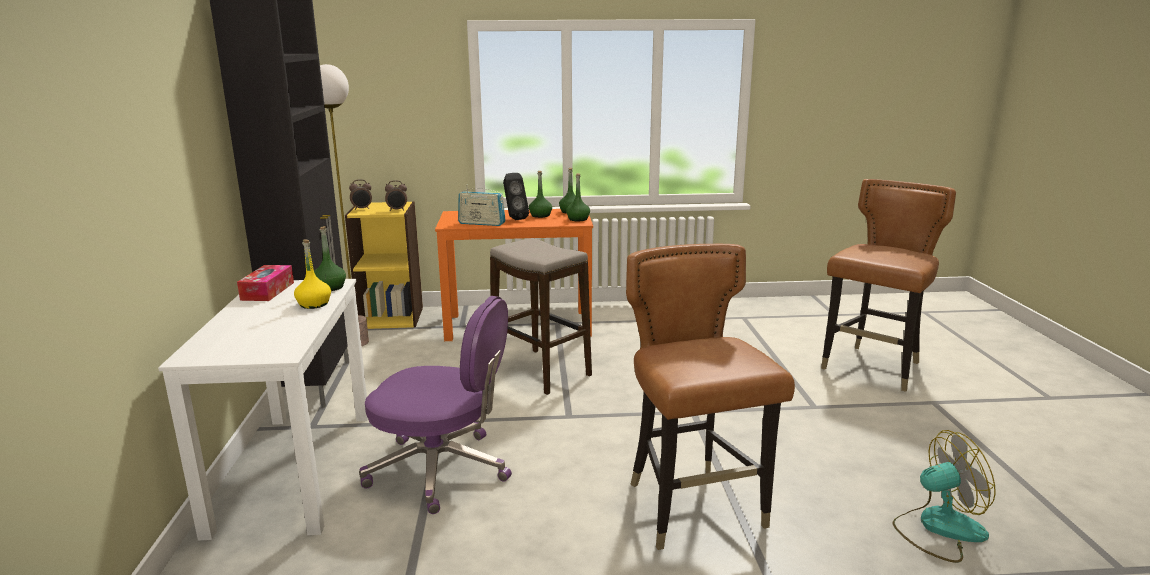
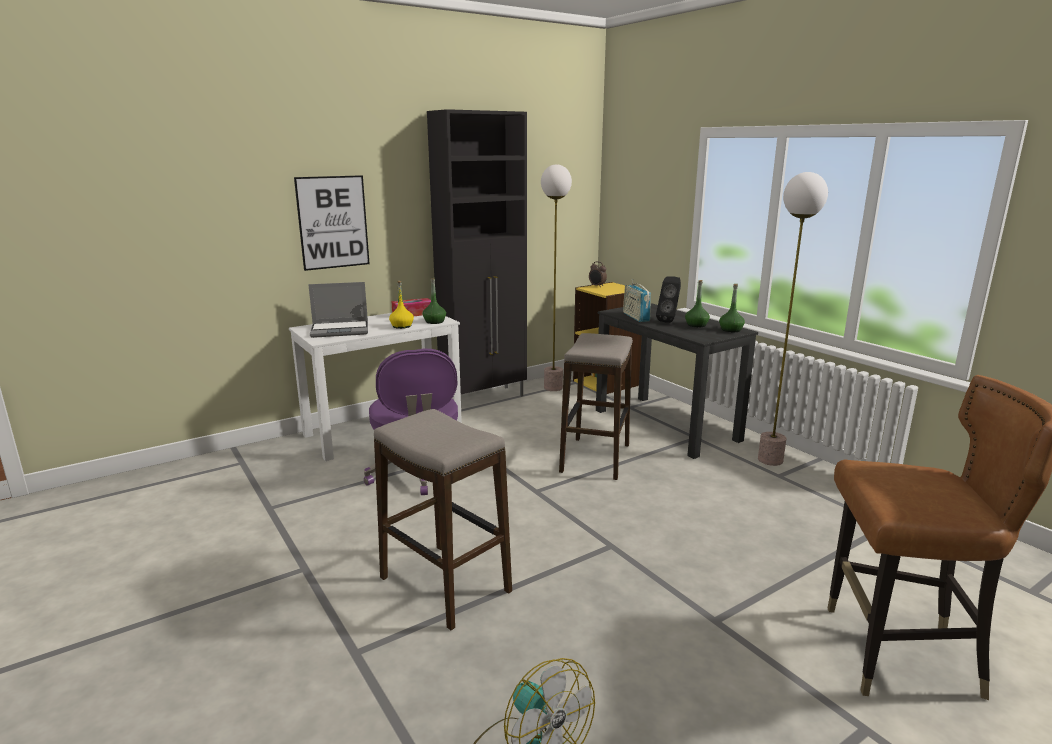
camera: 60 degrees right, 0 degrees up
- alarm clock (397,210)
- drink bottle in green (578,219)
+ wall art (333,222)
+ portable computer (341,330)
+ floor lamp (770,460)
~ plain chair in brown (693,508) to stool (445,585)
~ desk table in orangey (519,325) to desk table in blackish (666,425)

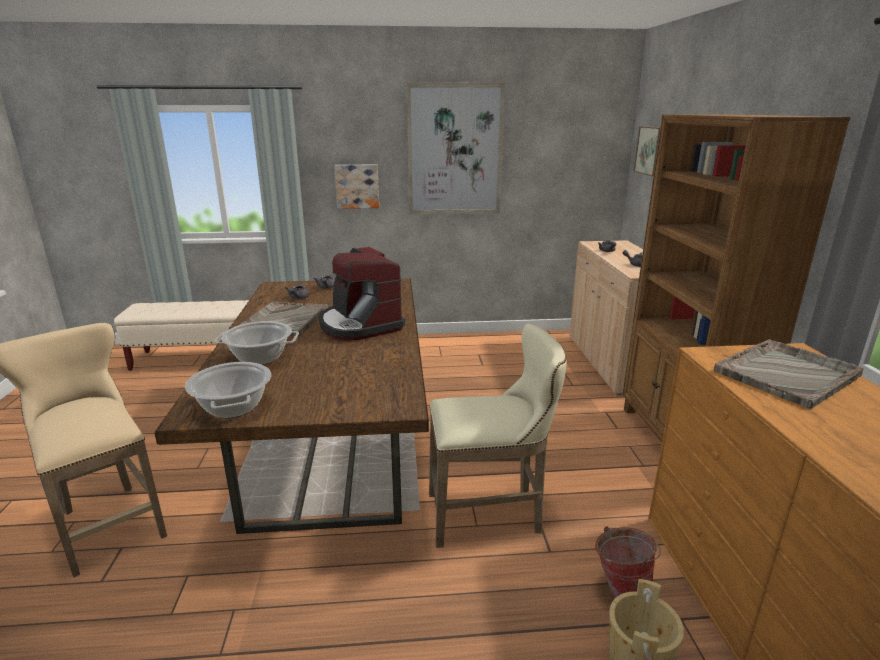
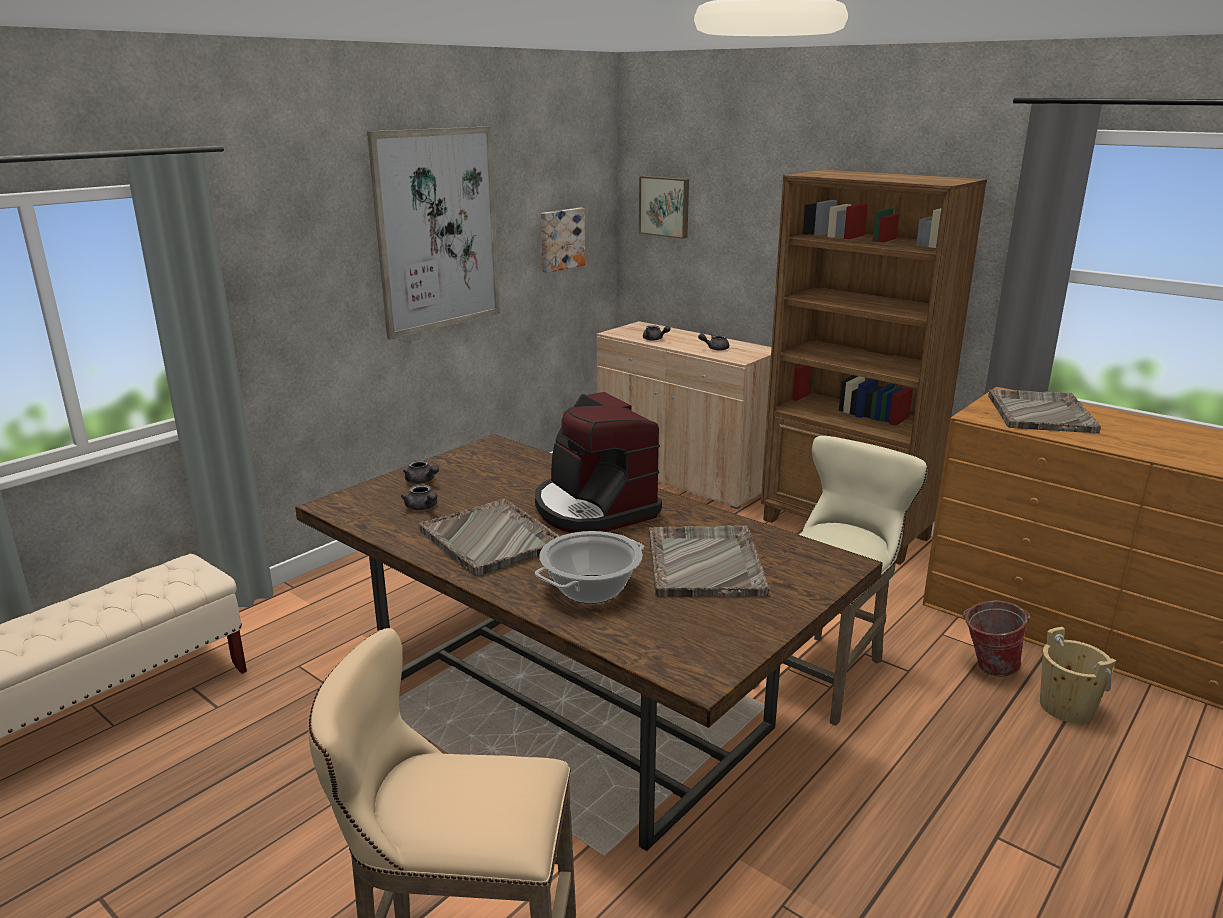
camera: 45 degrees left, 0 degrees up
- stockpot (233,407)
+ tray in grey (704,563)
~ wall art (357,186) to (561,239)
~ coffee machine (360,325) = (593,508) 45 degrees clockwise

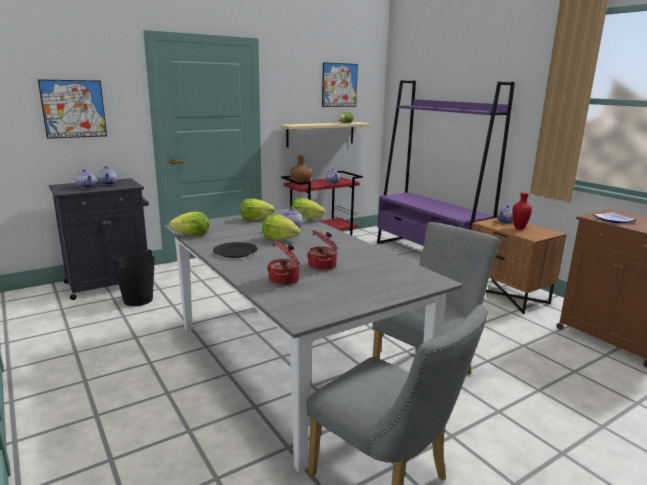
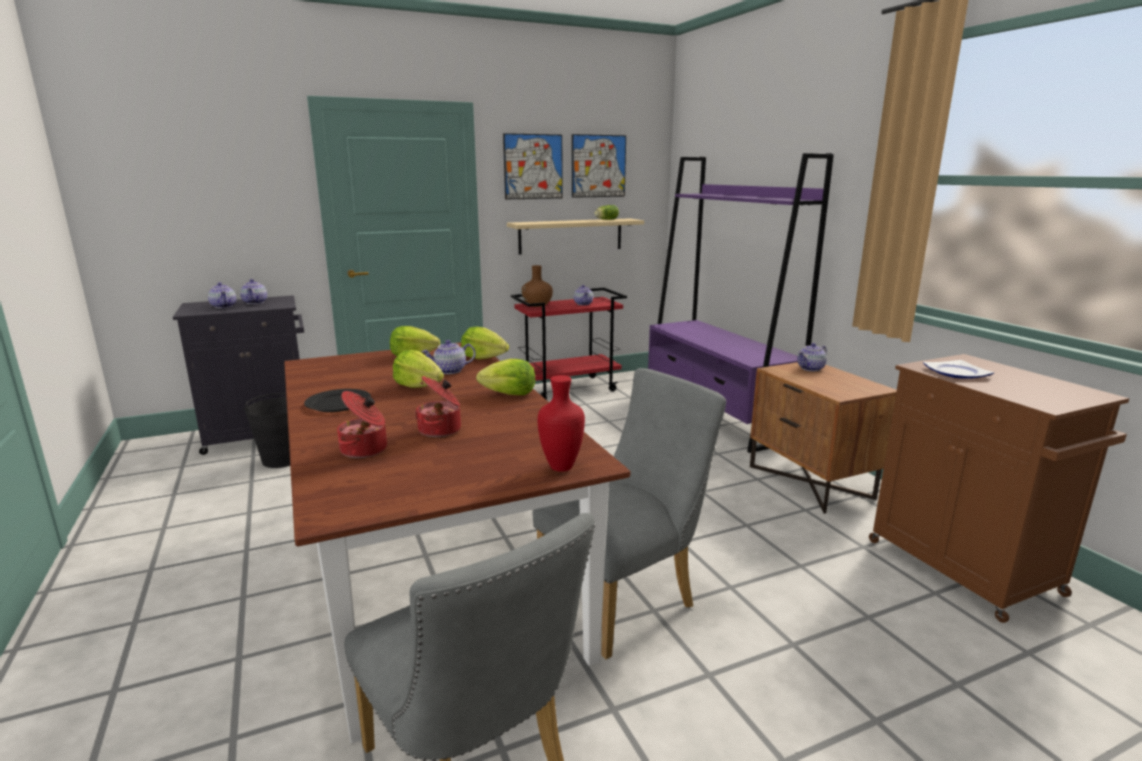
camera: 10 degrees right, 0 degrees up
~ wall art (73,109) to (533,166)
~ lettuce (192,235) to (509,394)
~ flower vase in red (520,228) to (562,467)
~ kitchen table in grey (292,364) to kitchen table in brown (433,568)

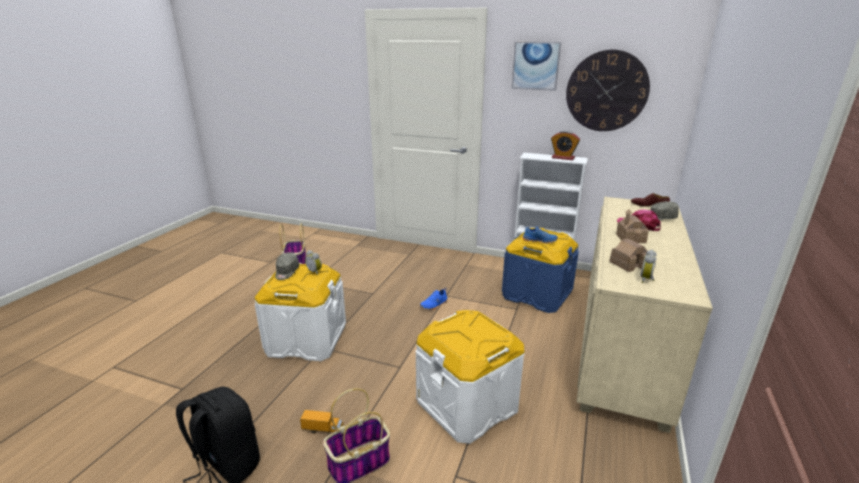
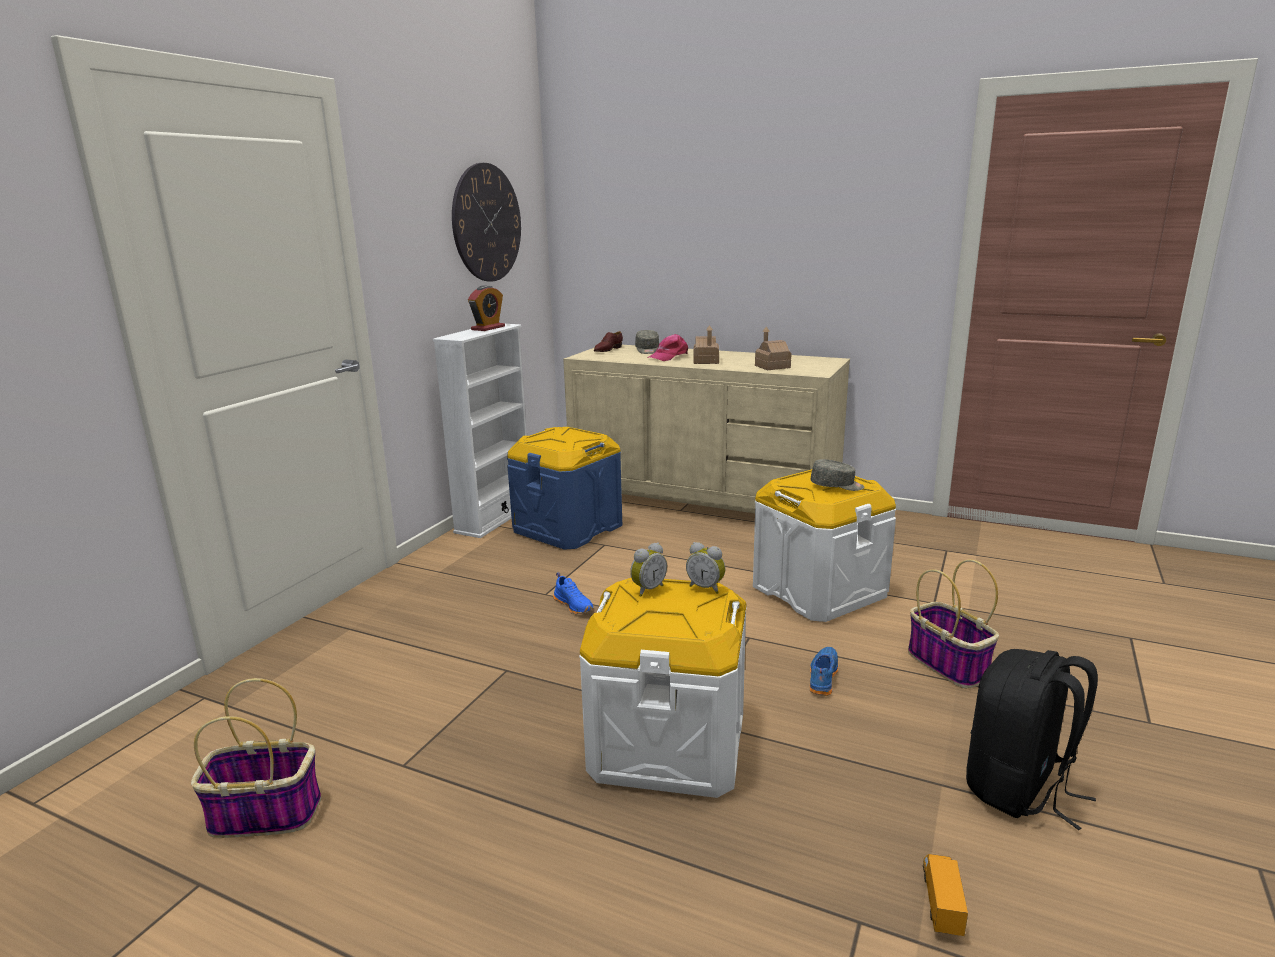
camera: 85 degrees left, 5 degrees down
- wall art (535,66)
~ baseball cap in grey (286,272) to (837,486)
~ toy lorry (323,430) to (941,905)
~ low shoe in blue-coloured (539,240) to (822,677)
~ alarm clock (647,279) to (706,587)

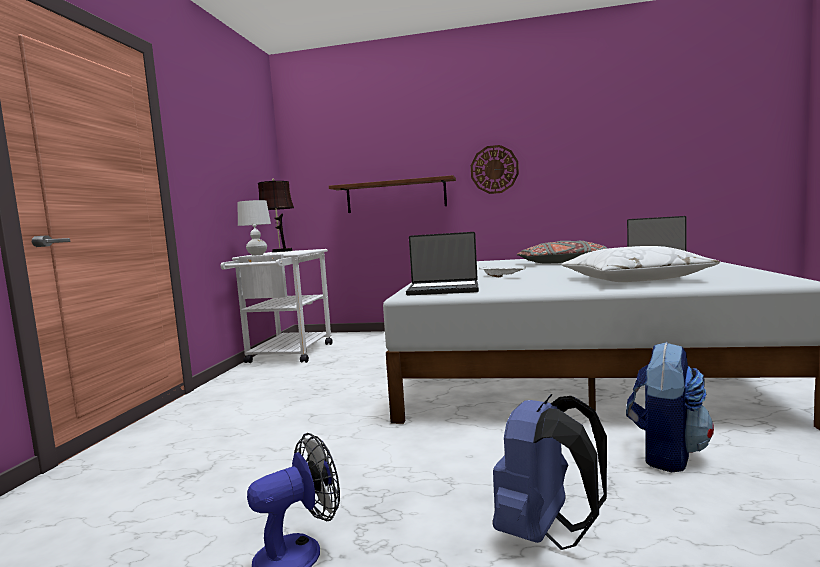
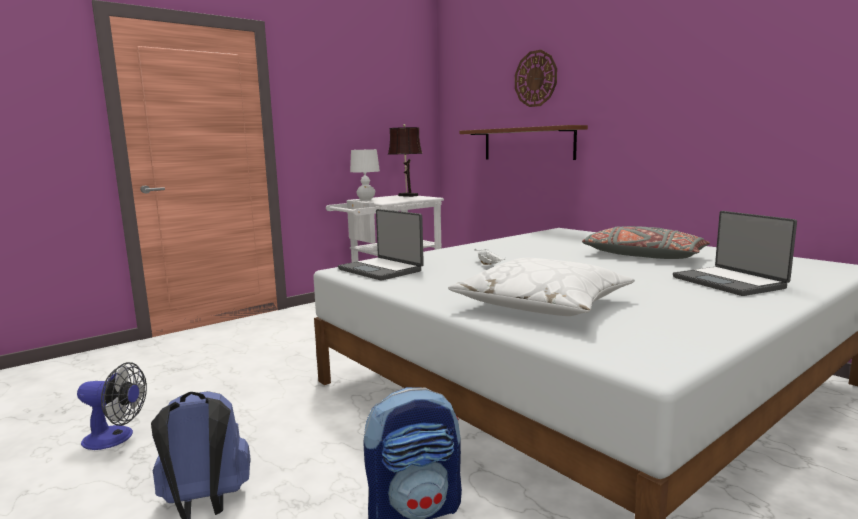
camera: 40 degrees right, 5 degrees up
~ hanging clock (494,169) to (535,78)

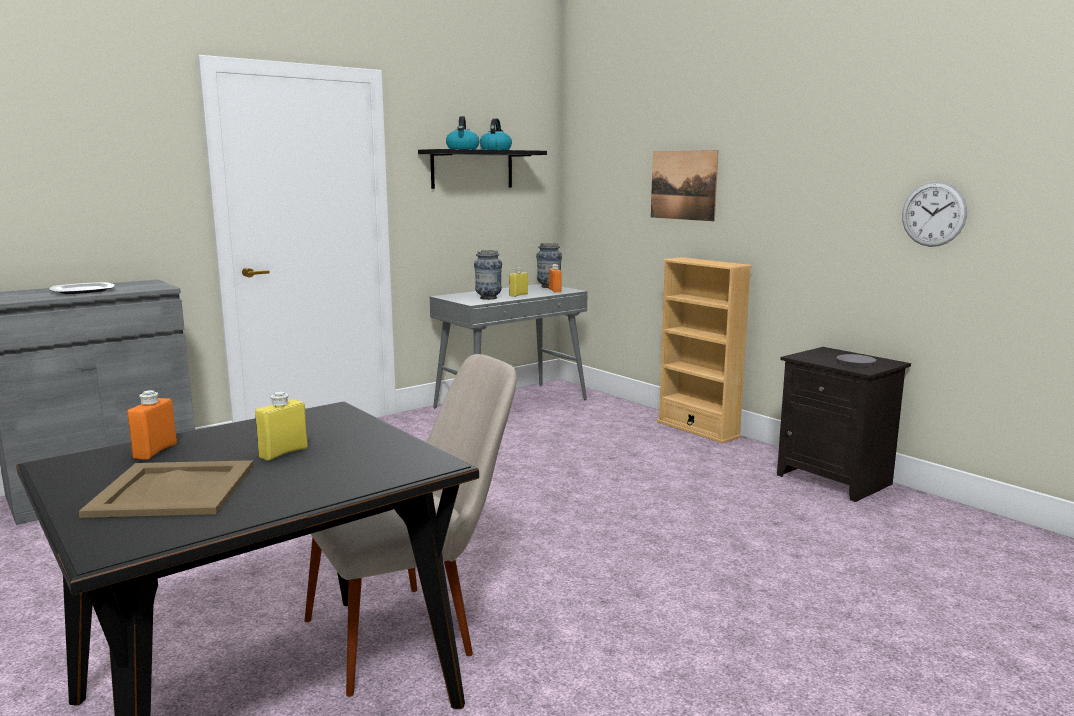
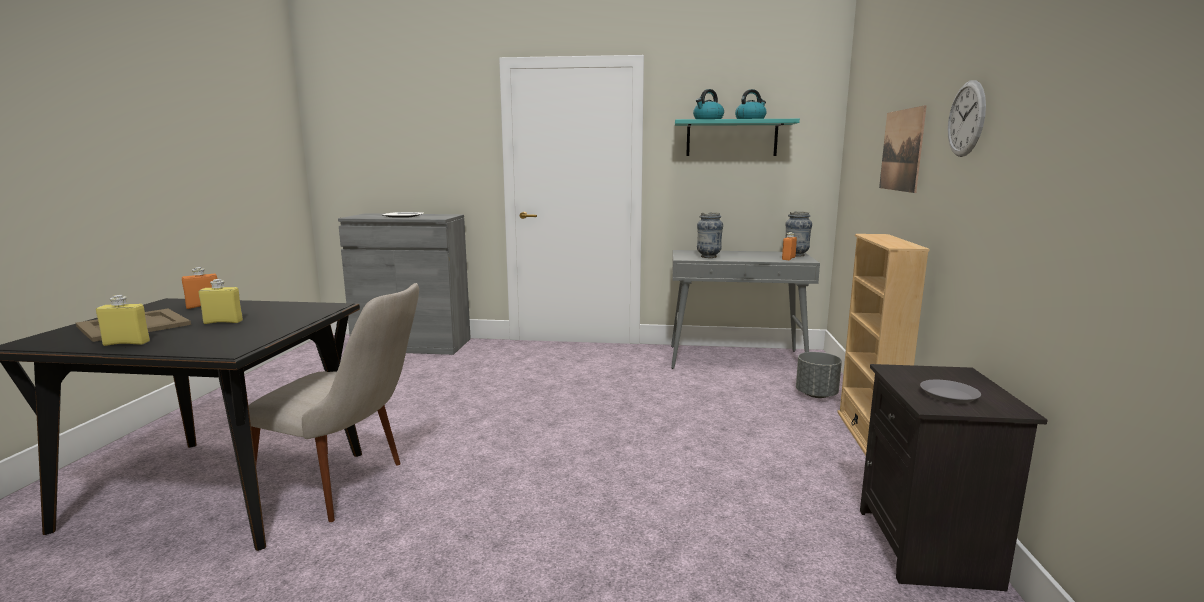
camera: 45 degrees right, 0 degrees up
+ plant pot in grey (816,394)
~ drink bottle in yellowish (518,295) to (126,343)
~ hanging clock (933,214) to (966,119)
~ shelf in blackish (472,169) to shelf in turquoise (731,138)

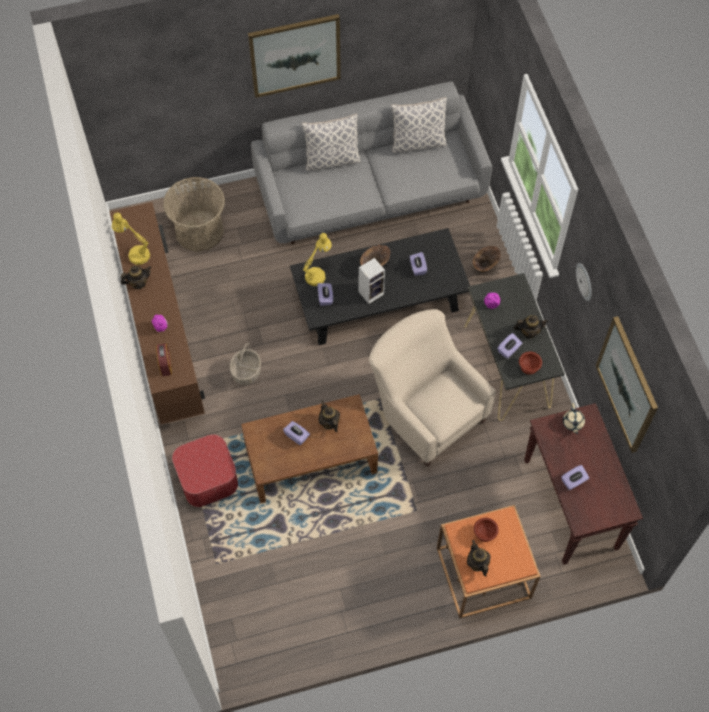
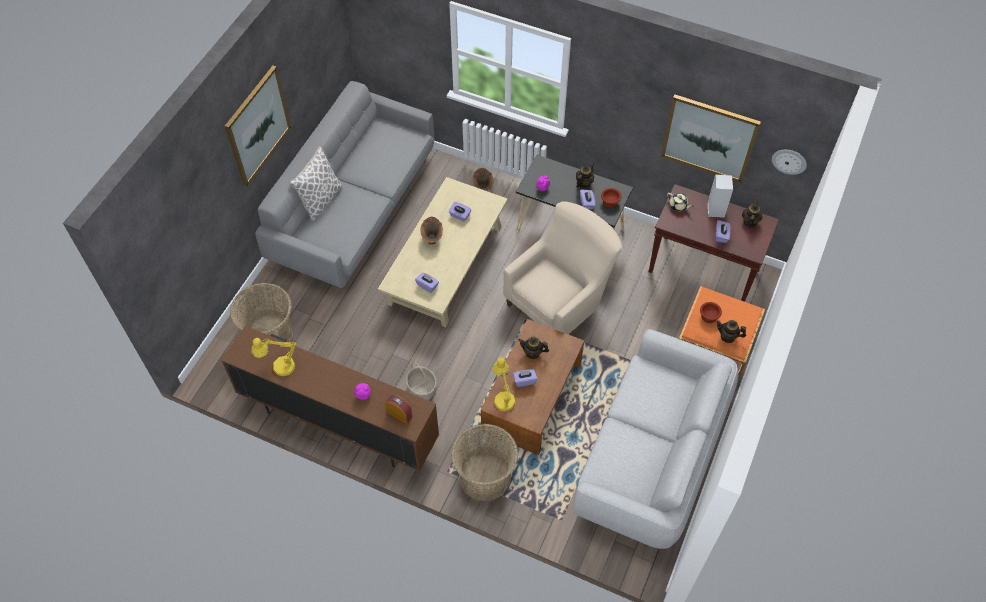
camera: 50 degrees left, 5 degrees down
- pillow (417,142)
+ couch in grey (651,458)
~ tea pot (138,283) to (749,222)
~ table lamp in yellowish (317,273) to (503,397)
~ audio speaker (371,292) to (715,209)
~ hanging clock (585,281) to (789,161)
~ pouffe (207,478) to storage basket (485,476)
~ low table in blackish (379,298) to low table in beige (445,264)
~ easy chair in beige (425,411) = (560,301) 135 degrees clockwise

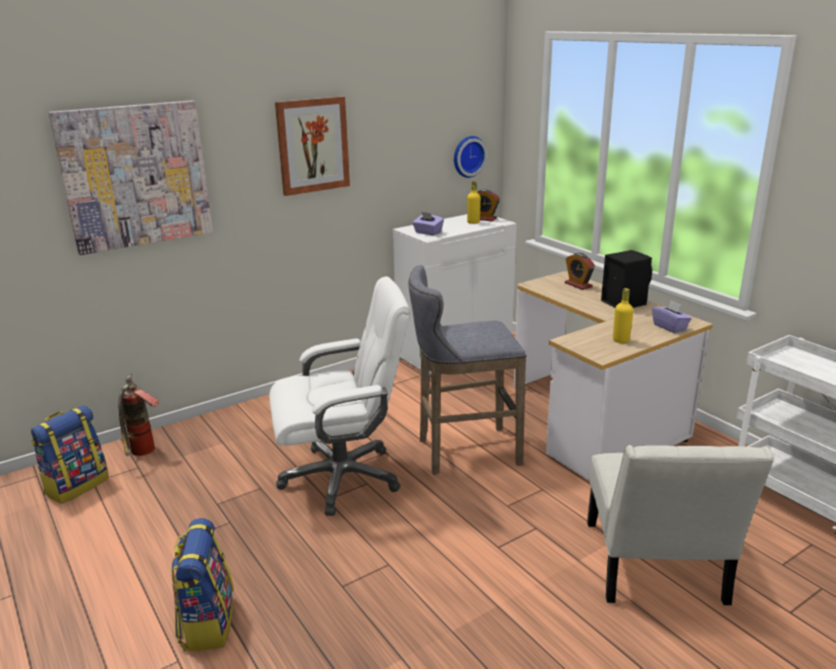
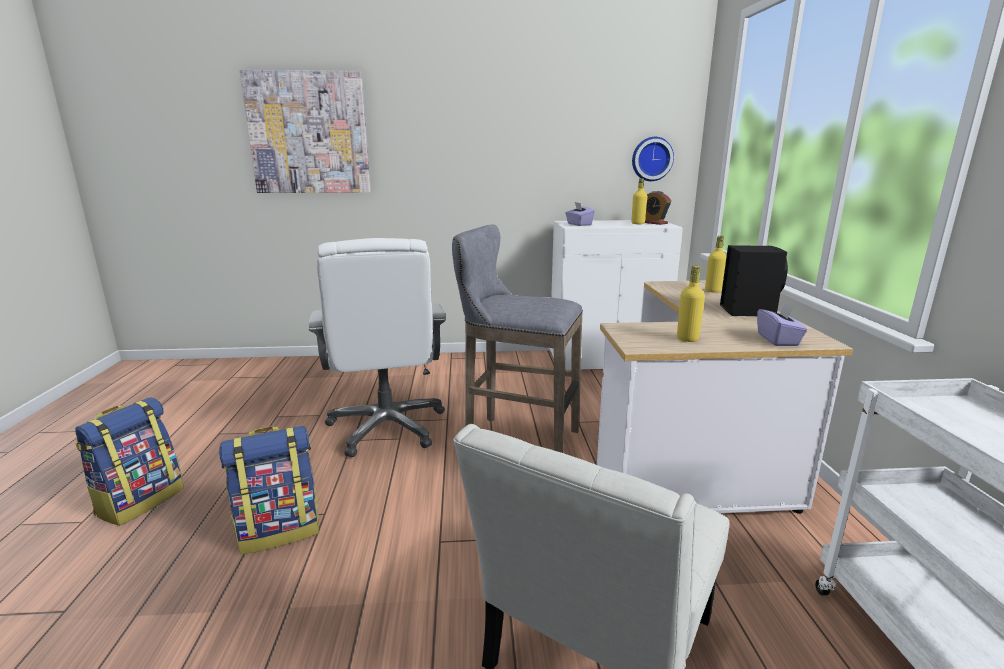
camera: 30 degrees right, 5 degrees down
- fire-fighting cylinder (143,454)
- wall art (313,145)
~ backpack (77,485) to (280,530)
~ alarm clock (578,285) to drink bottle in yellowish (713,291)
~ office chair in whitish (342,477) = (387,427) 60 degrees clockwise

